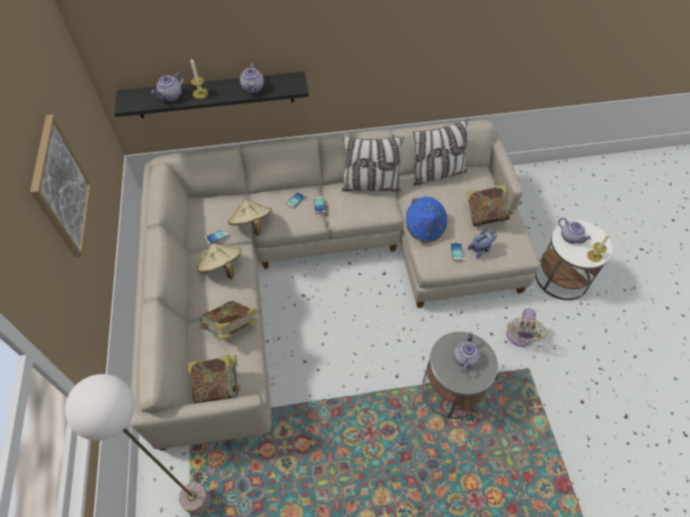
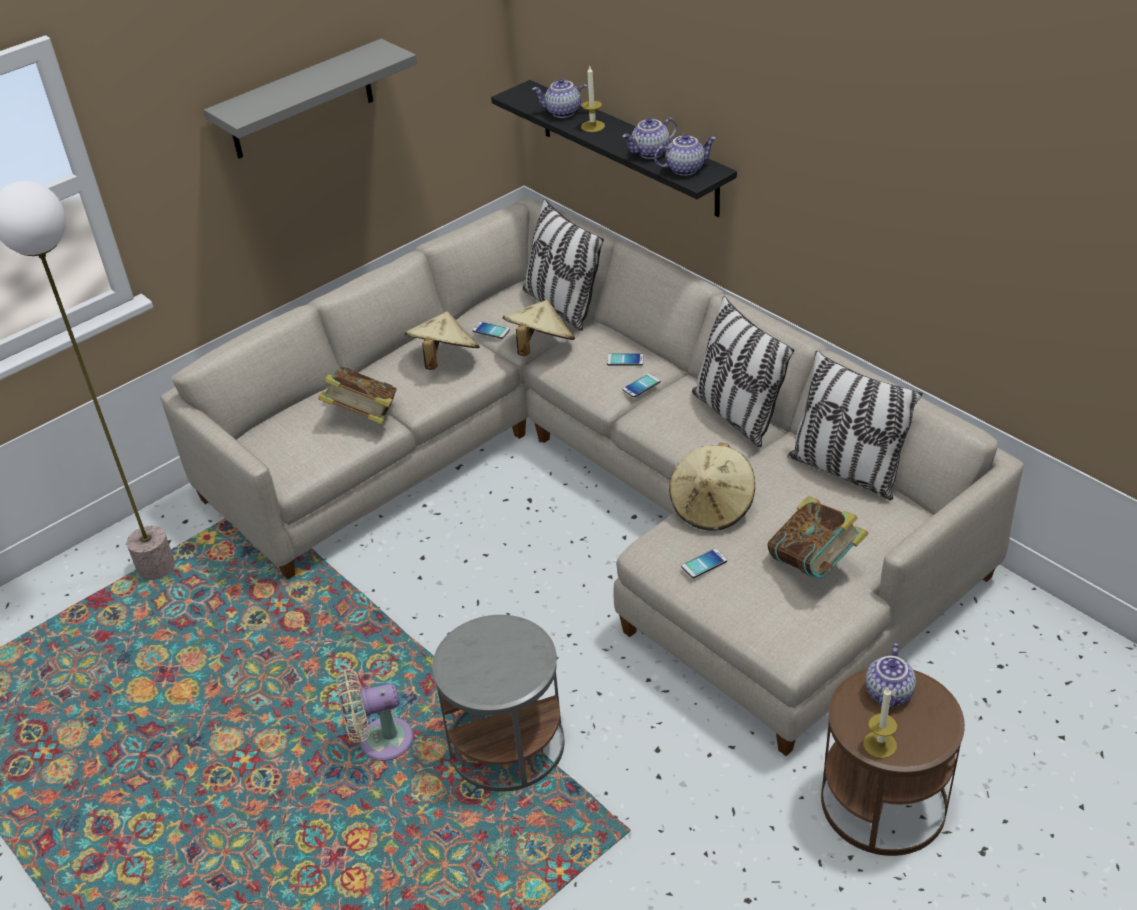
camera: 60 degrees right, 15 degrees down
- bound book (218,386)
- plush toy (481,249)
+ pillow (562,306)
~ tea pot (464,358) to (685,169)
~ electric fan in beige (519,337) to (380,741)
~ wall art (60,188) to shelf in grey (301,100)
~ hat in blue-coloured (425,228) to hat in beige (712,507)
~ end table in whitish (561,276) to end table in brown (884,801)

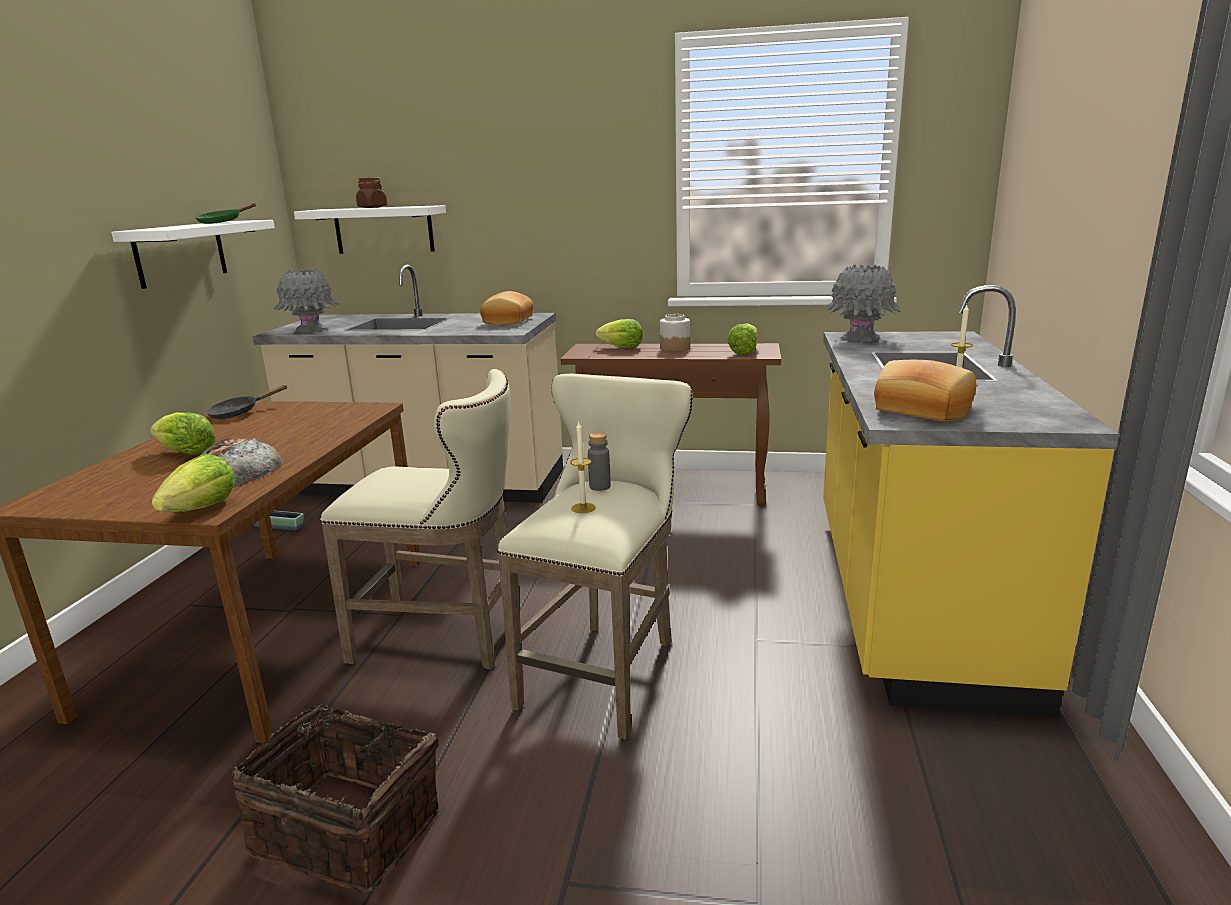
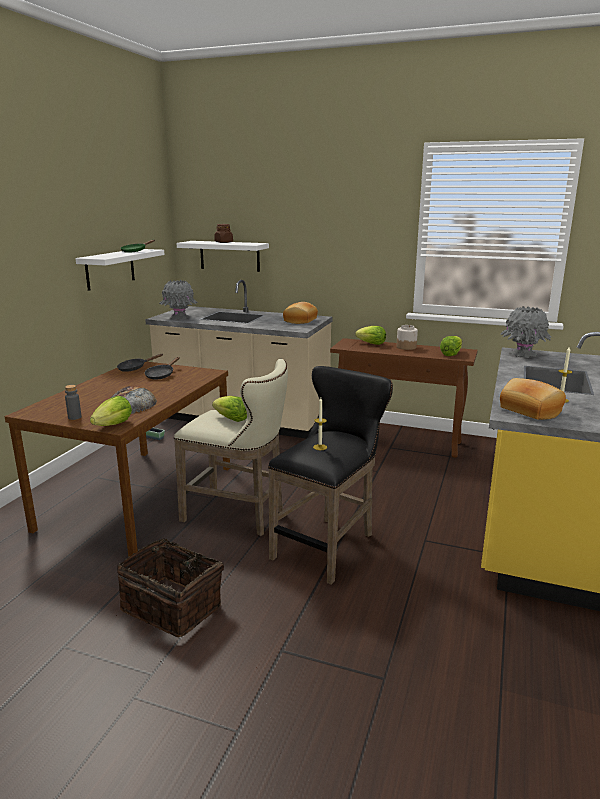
camera: 10 degrees right, 0 degrees up
+ skillet in blackish (161,375)
~ lettuce (186,453) to (232,419)
~ drink bottle in grey (600,486) to (74,417)
~ stool in beige (607,669) to stool in blackish (329,545)

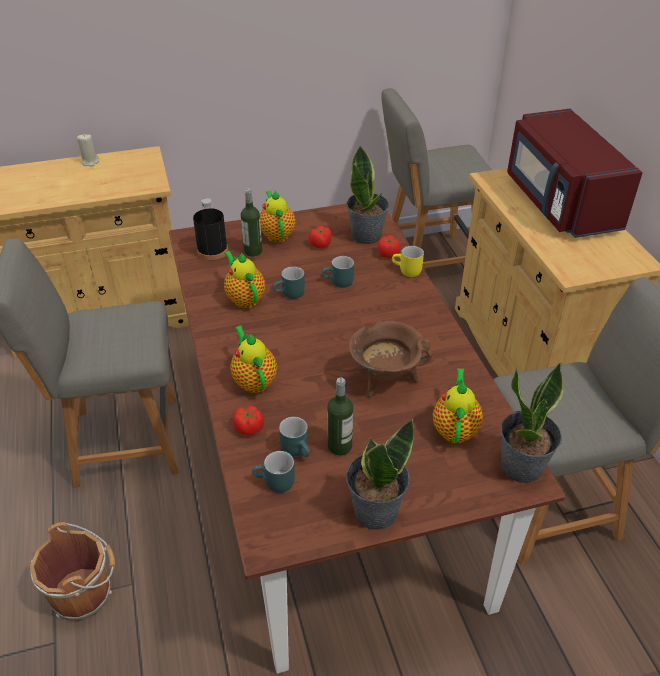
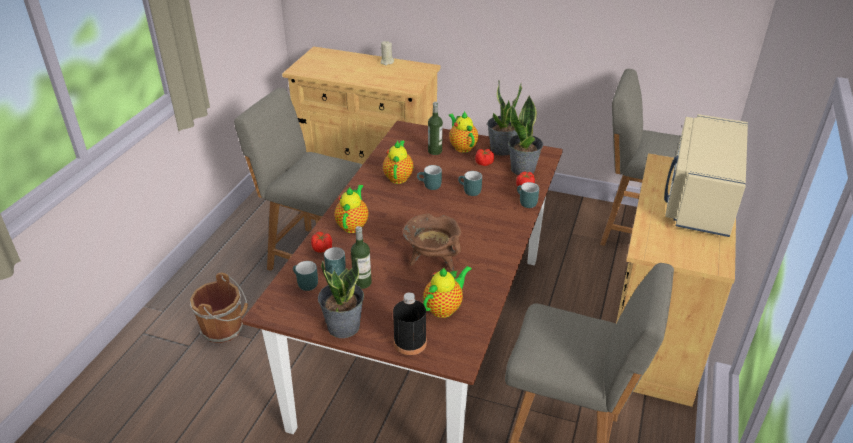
camera: 35 degrees right, 5 degrees down
~ drink bottle in blackish (212,251) to (410,343)
~ potted plant (522,467) to (502,149)
~ tea mug in yellowish (406,271) to tea mug in turquoise (525,202)
~ microwave oven in red (559,203) to microwave oven in beige (699,199)
~ tea pot (277,234) = (462,146) 45 degrees counterclockwise

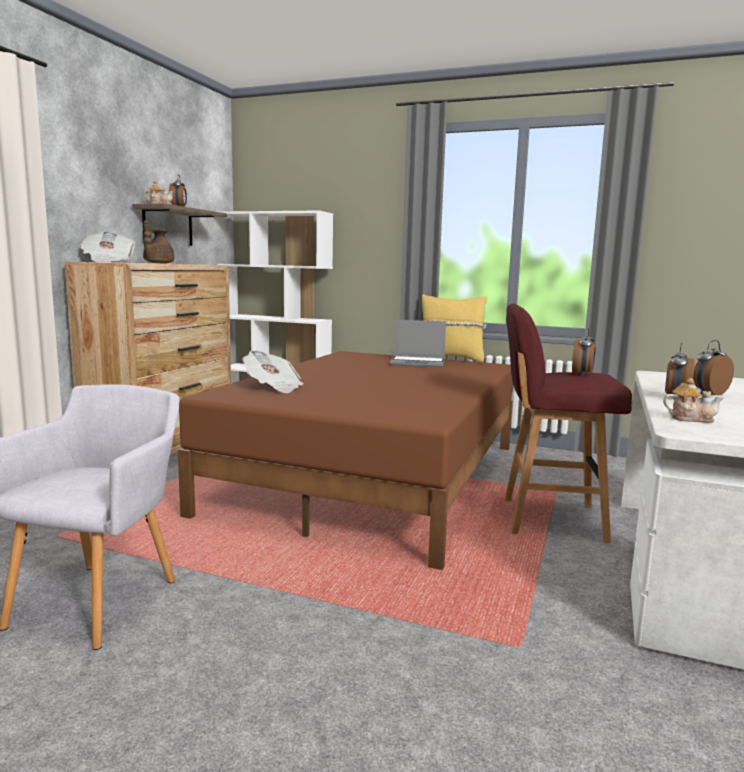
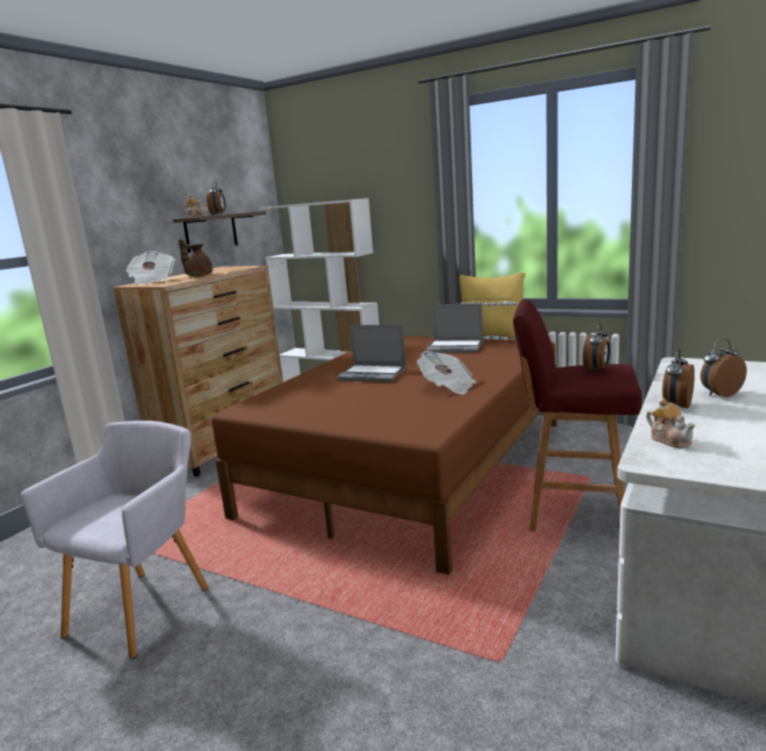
camera: 10 degrees right, 5 degrees up
+ portable computer (373,374)
~ daily paper (273,387) to (447,387)
~ tea pot (690,419) = (670,440) 45 degrees clockwise

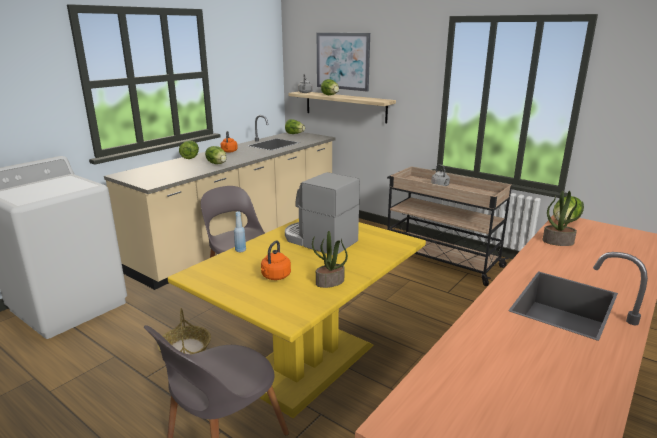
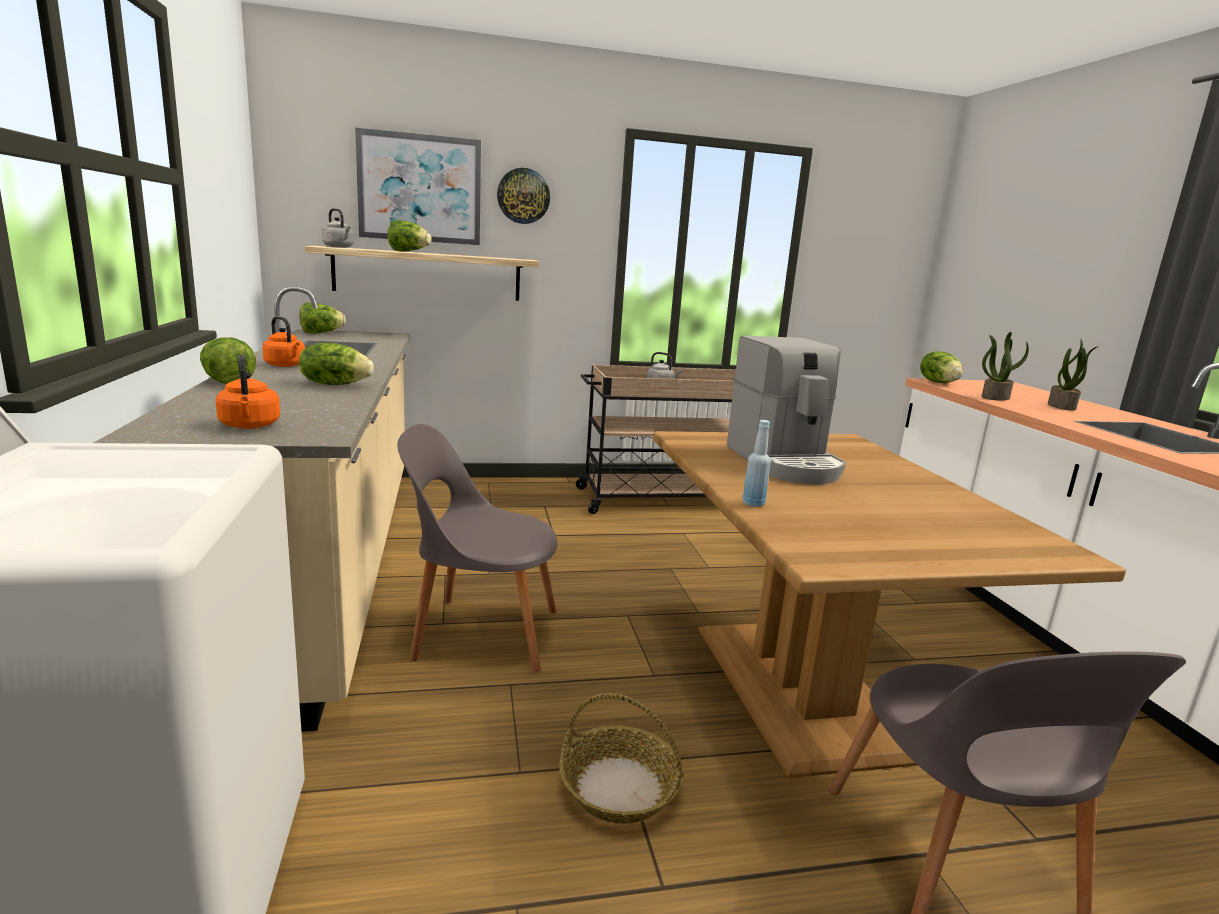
camera: 50 degrees left, 5 degrees down
+ hanging clock (523,196)
~ tea kettle in orangey (275,277) to (250,426)
~ potted plant (330,282) to (1062,406)
~ kitchen table in yellowish (308,363) to kitchen table in brown (802,687)
~ coffee machine (319,240) = (785,463) 90 degrees counterclockwise

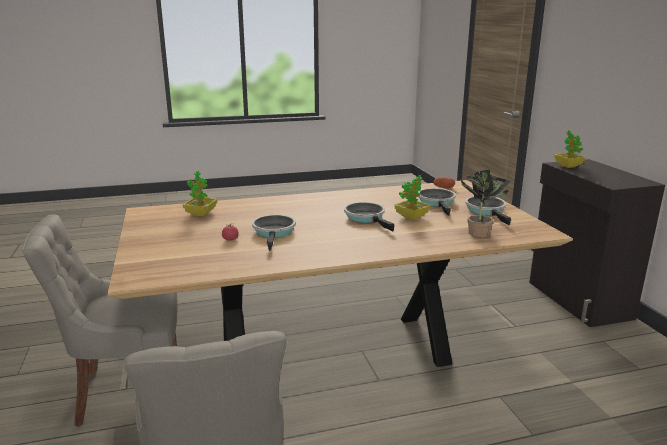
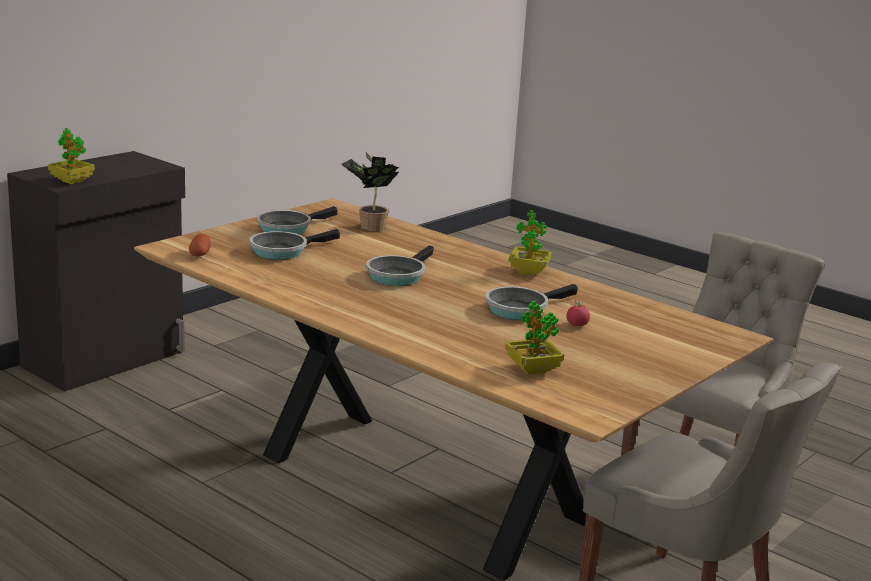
camera: 125 degrees left, 0 degrees up
~ potted plant (411,217) to (528,271)

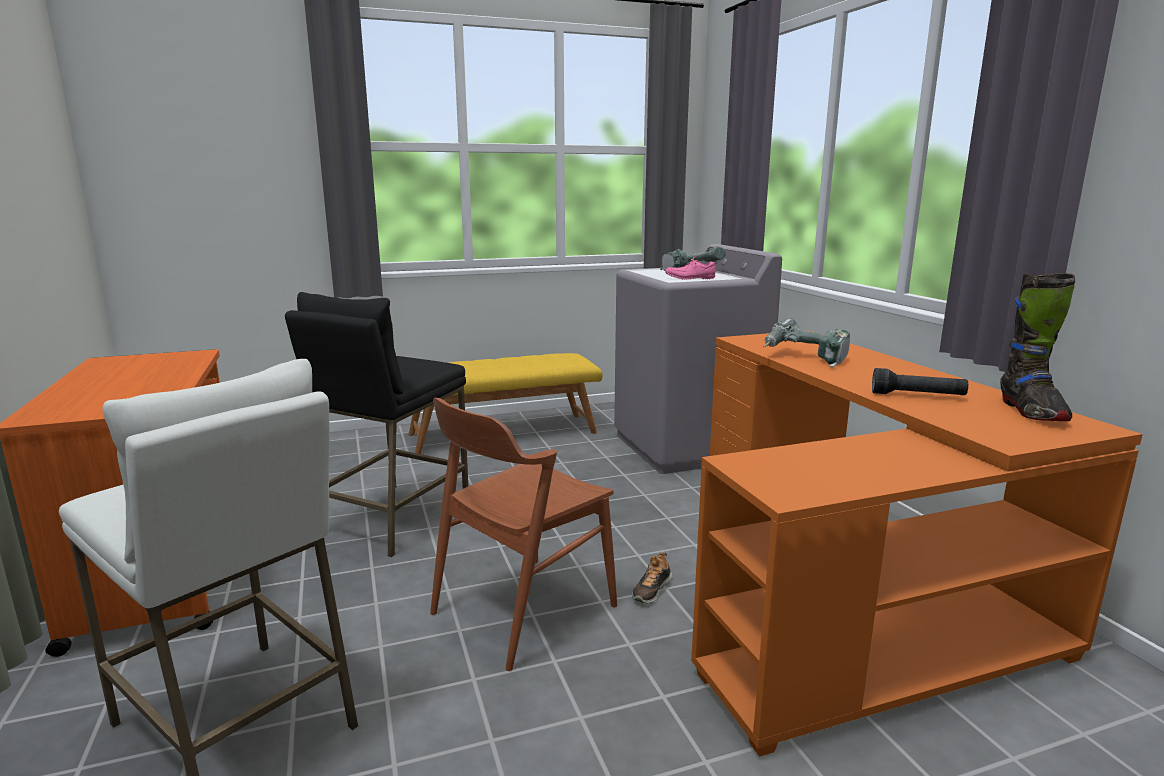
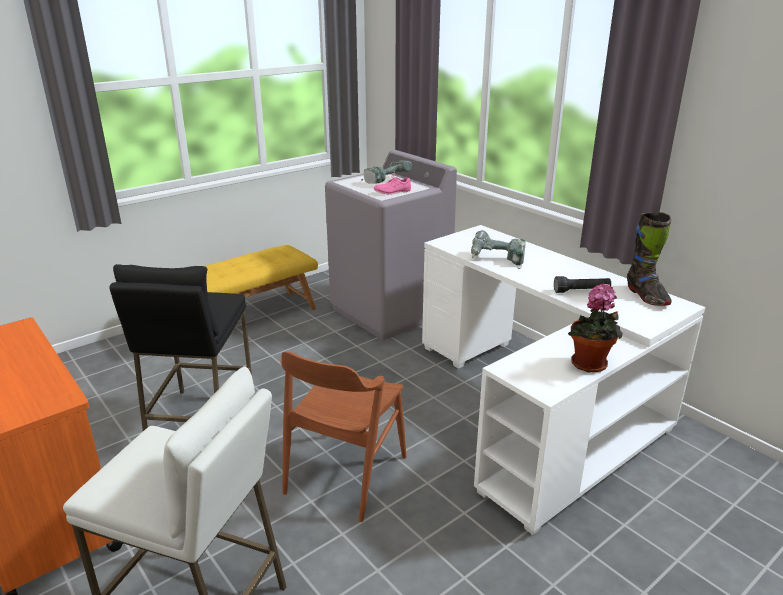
camera: 20 degrees left, 10 degrees up
- low shoe (651,590)
+ potted plant (590,366)
~ desk table in orangey (849,584) to desk table in whitish (539,407)

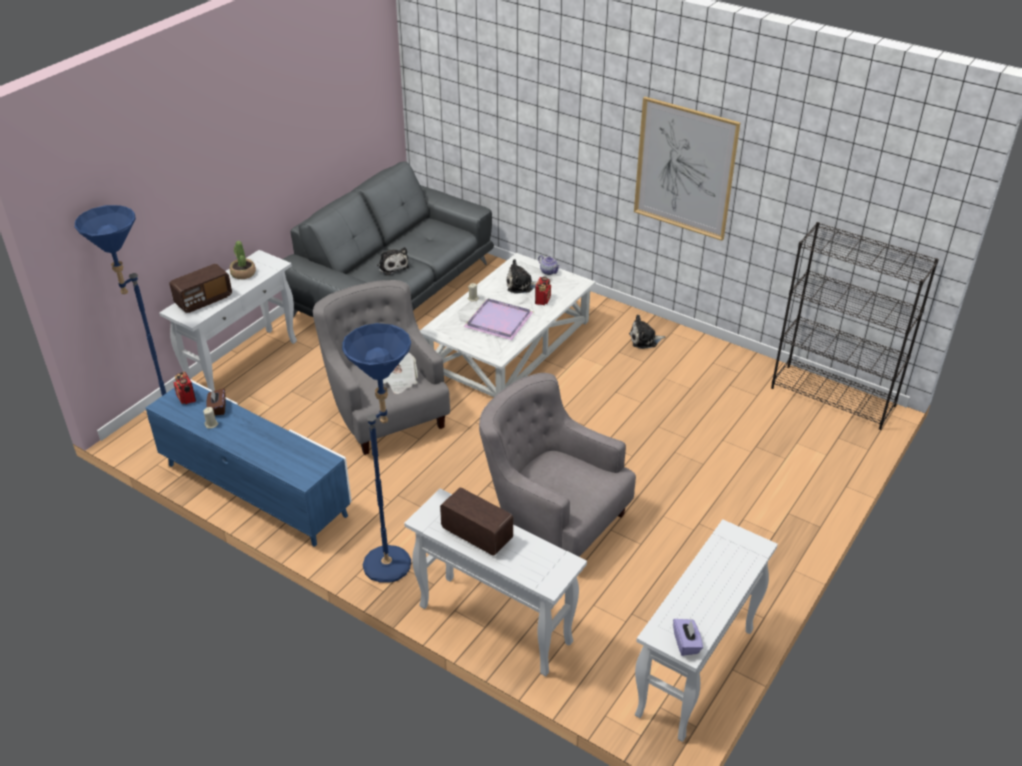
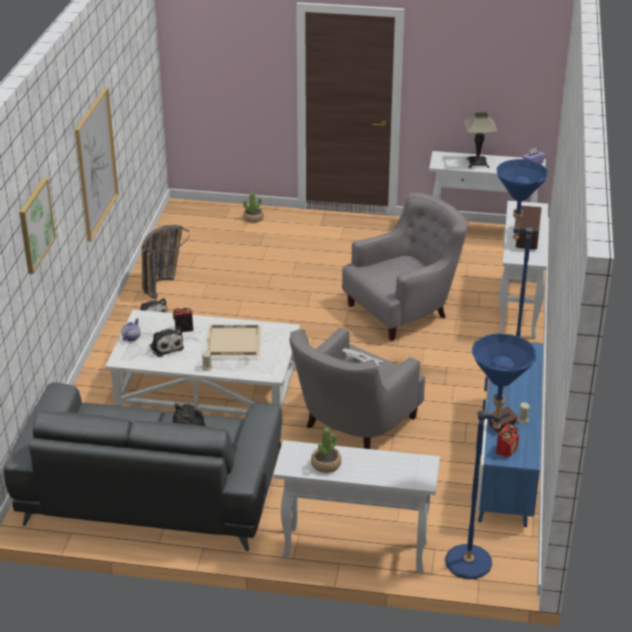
camera: 115 degrees left, 5 degrees down
- radio set (203,300)
- shelving unit in blackish (833,397)
+ wall art (35,225)
+ storage basket (163,284)
+ potted plant (253,218)
+ table lamp (477,163)
~ tray in purplish (500,320) to tray in beige (232,342)
~ easy chair in grey (552,517) = (404,309) 135 degrees counterclockwise

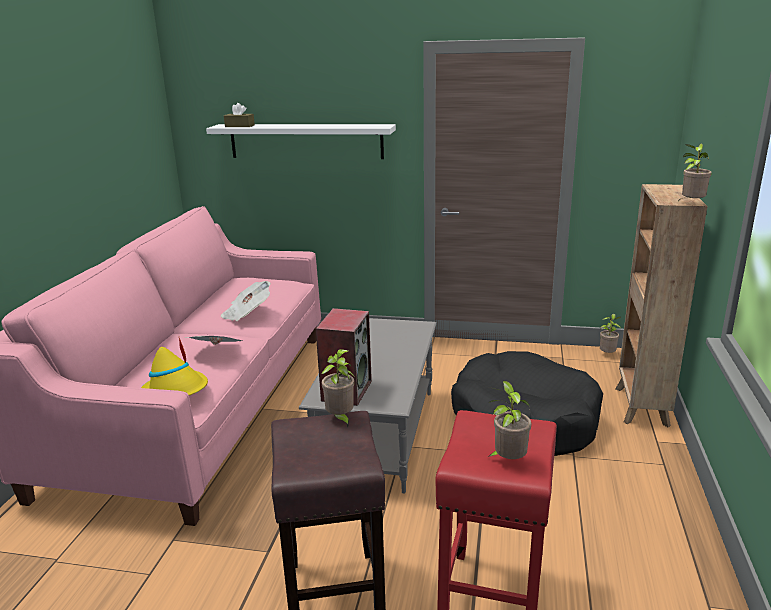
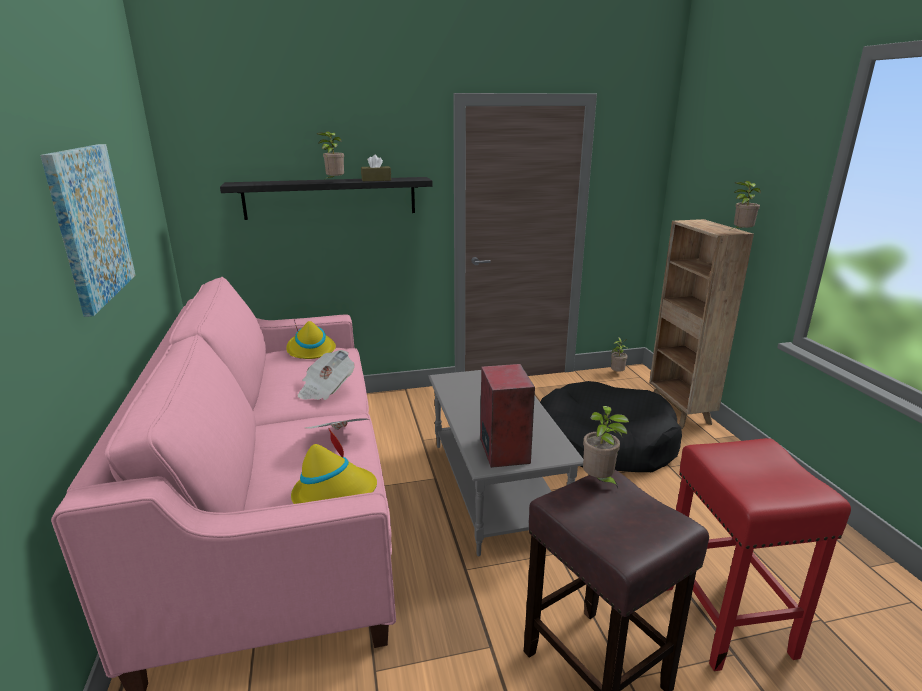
camera: 25 degrees left, 0 degrees up
+ wall art (90,225)
+ hat in yellowish (310,349)
~ tissue holder in brown (239,126) to (376,180)
~ potted plant (507,460) to (334,182)
~ shelf in whitish (306,141) to shelf in blackish (330,198)

